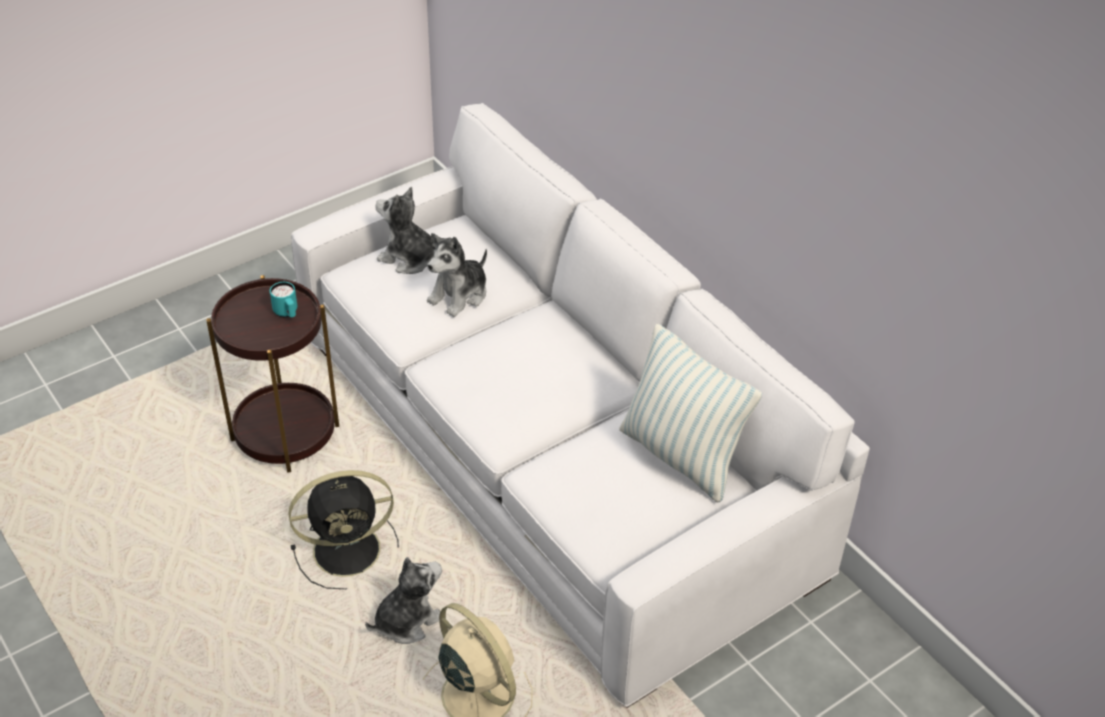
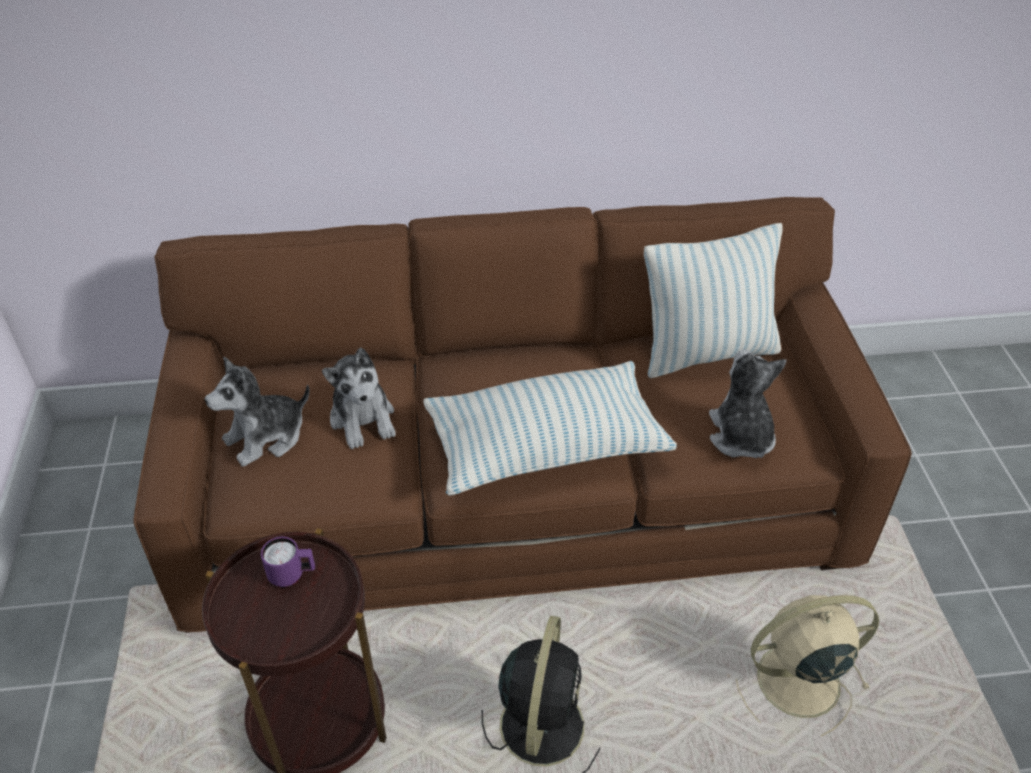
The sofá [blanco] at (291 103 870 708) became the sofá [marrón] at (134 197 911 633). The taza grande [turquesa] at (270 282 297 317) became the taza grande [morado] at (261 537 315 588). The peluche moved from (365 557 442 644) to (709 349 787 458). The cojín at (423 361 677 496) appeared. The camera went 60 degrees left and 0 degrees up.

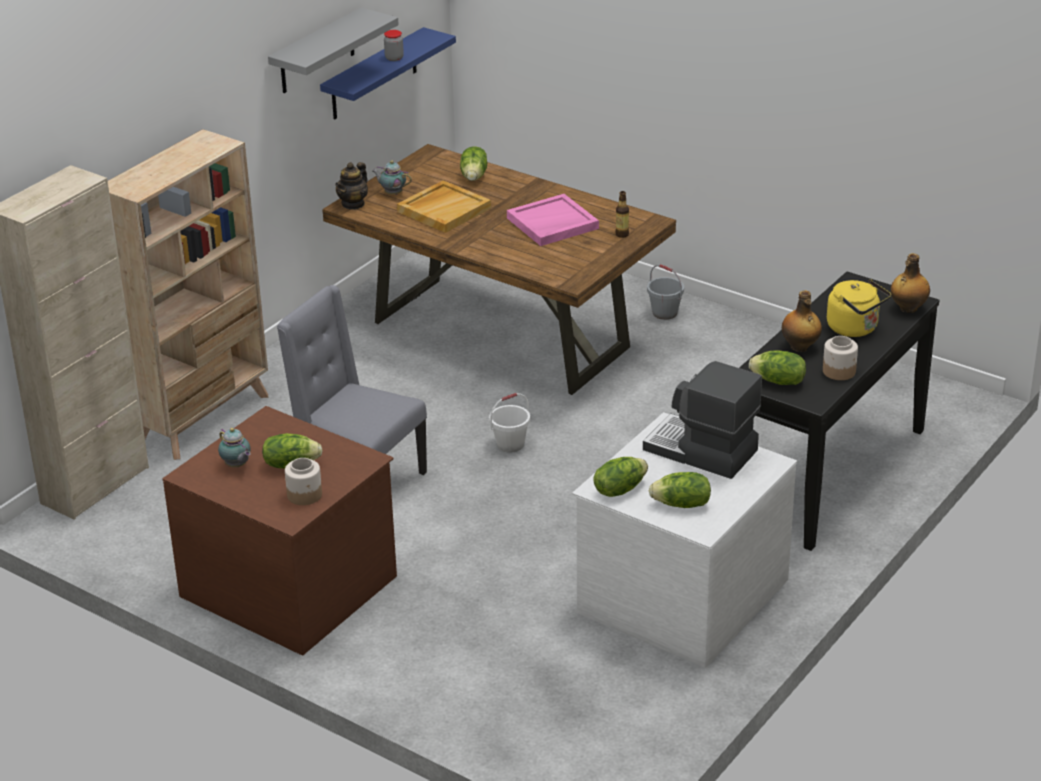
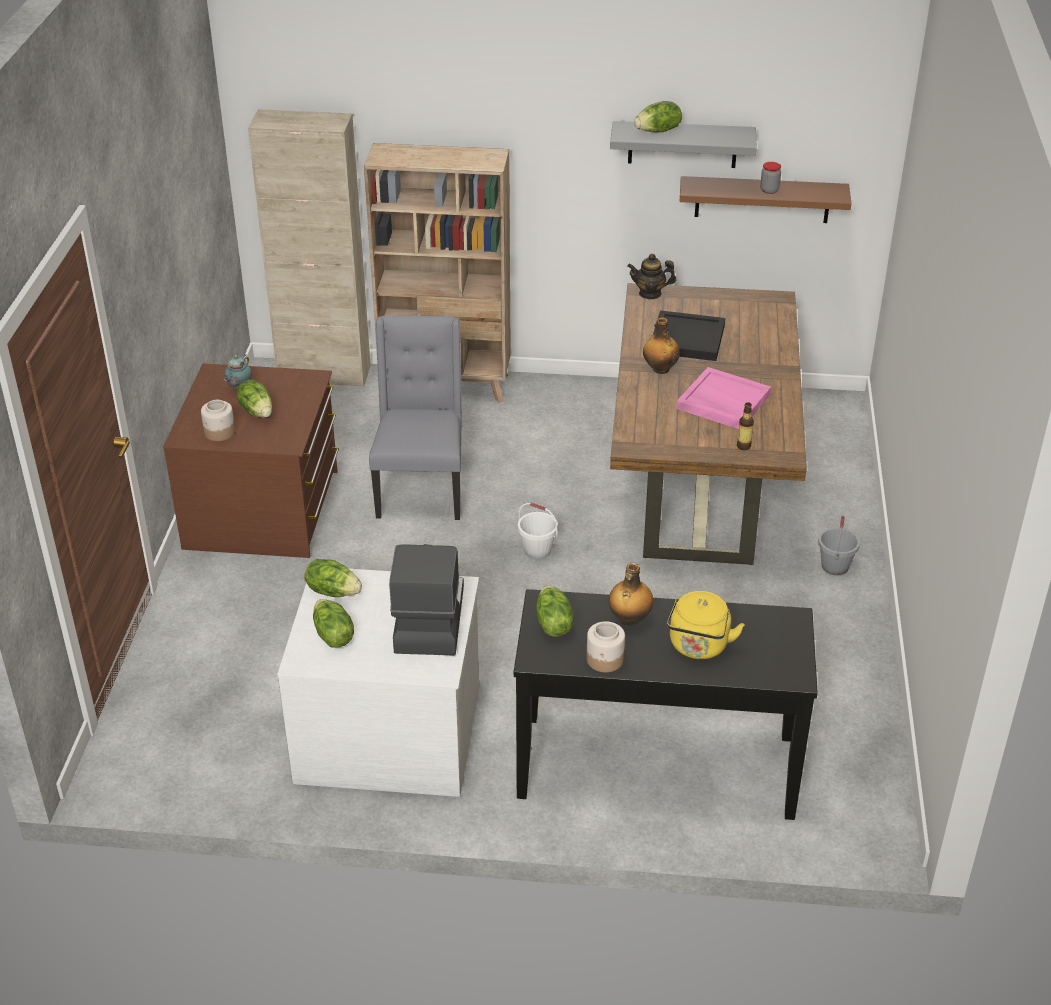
The estante [azul] at (320 27 456 119) became the estante [marrón] at (680 176 852 223). The lechuga moved from (460 146 487 181) to (634 101 682 133). The tetera at (372 160 412 195) disappeared. The bandeja [beis] at (397 180 491 233) became the bandeja [negro] at (653 310 725 361). The botella moved from (891 253 930 313) to (643 318 680 374). The camera went 60 degrees right and 5 degrees up.

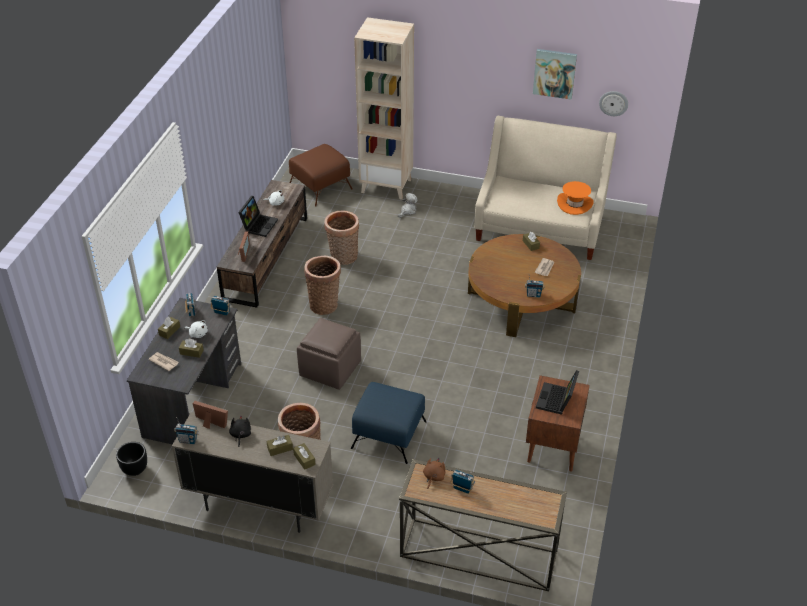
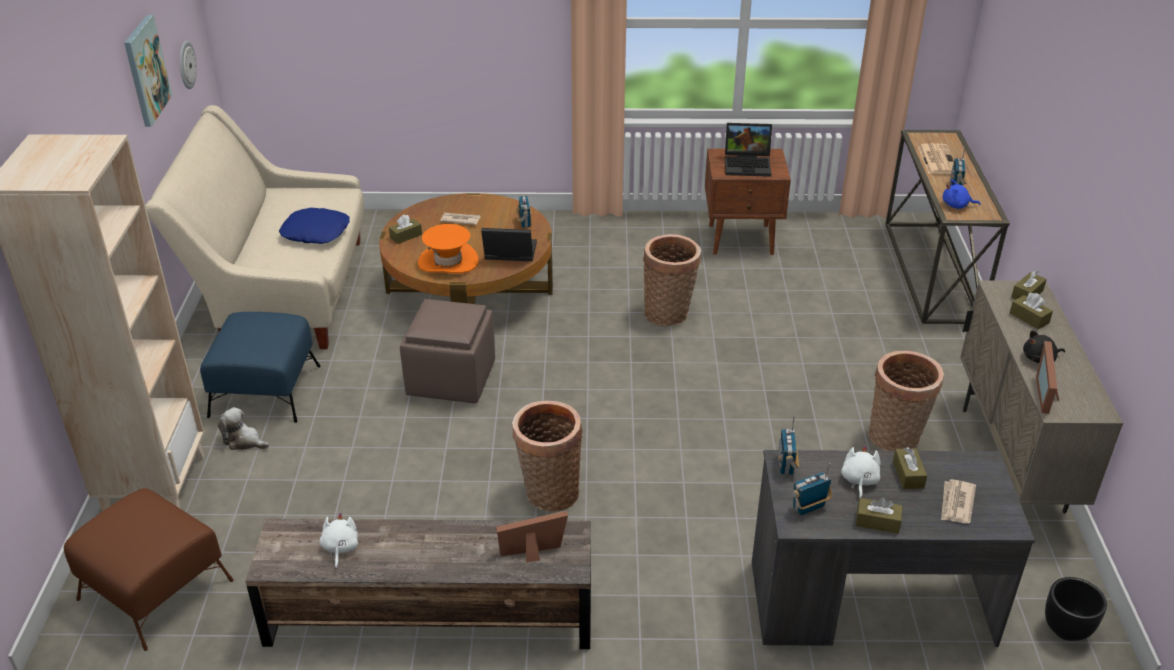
The sombrero [naranja] moved from (557 181 594 215) to (418 224 479 274). The portátil moved from (238 196 278 237) to (481 228 537 261). The cesta moved from (324 210 359 265) to (643 234 701 326). The puf [marrón] moved from (297 318 361 390) to (400 299 495 404). The puf [azul] moved from (351 382 427 464) to (200 312 321 423). The radio at (174 417 199 444) disappeared. The peluche [marrón] at (423 458 446 489) became the peluche [azul] at (943 180 981 209). The periódico at (918 143 954 174) appeared. The cojín [azul] at (279 208 350 244) appeared. The camera went 105 degrees left and 5 degrees down.

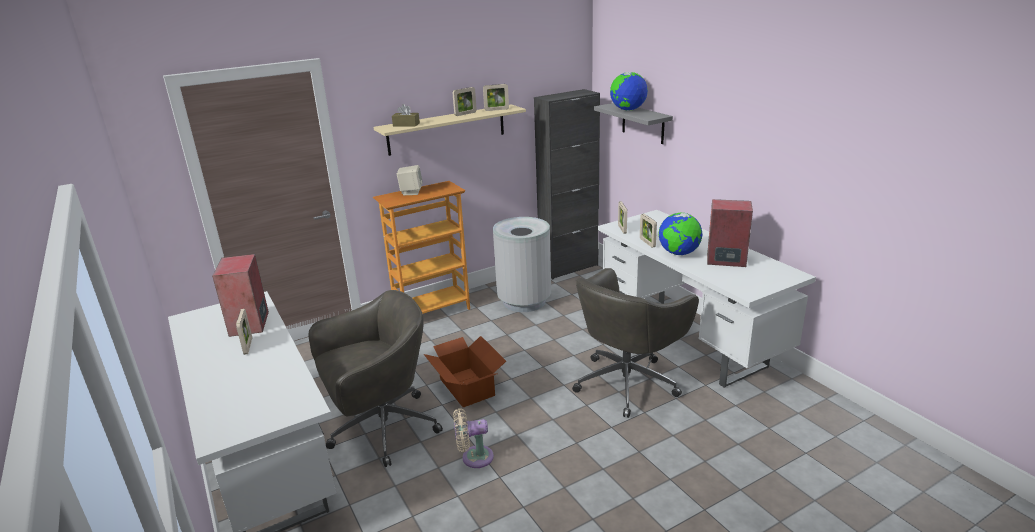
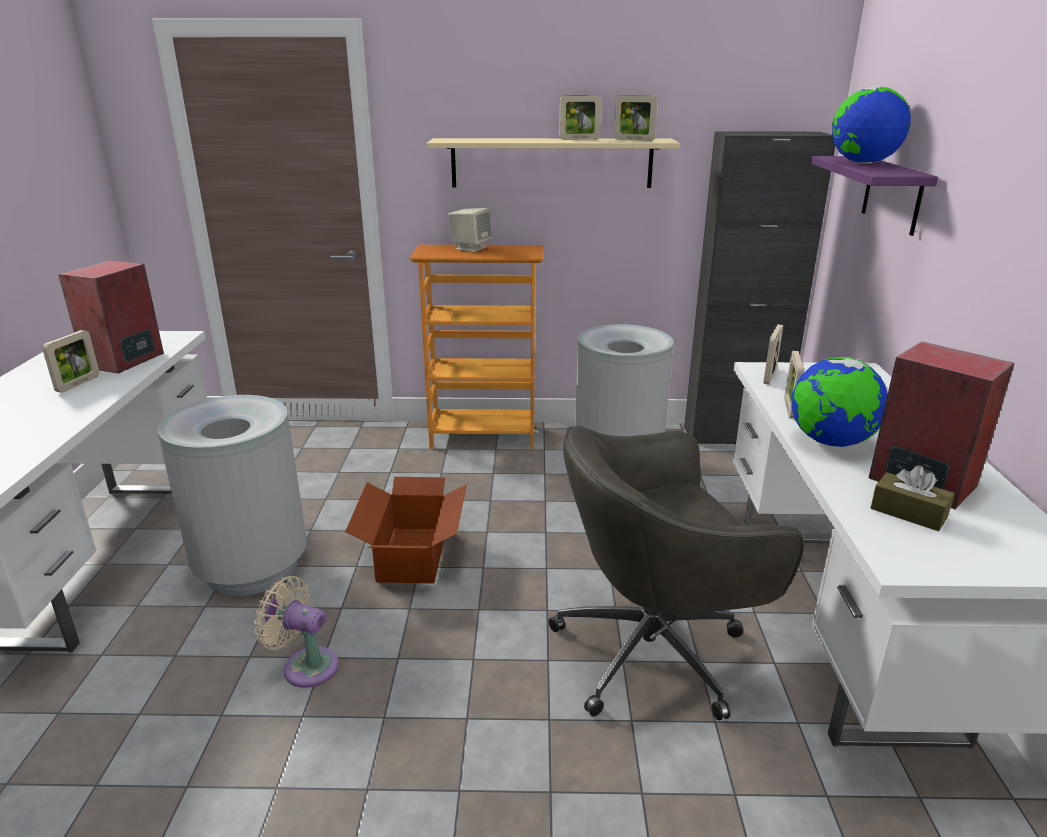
The estante [gris] at (594 103 673 144) became the estante [morado] at (811 156 938 236). The caja de pañuelos [marrón] moved from (392 104 420 127) to (871 465 955 531). The silla de oficina [gris] at (308 290 443 467) was replaced by the papelera [gris] at (157 395 307 596). The camera went 30 degrees right and 0 degrees up.

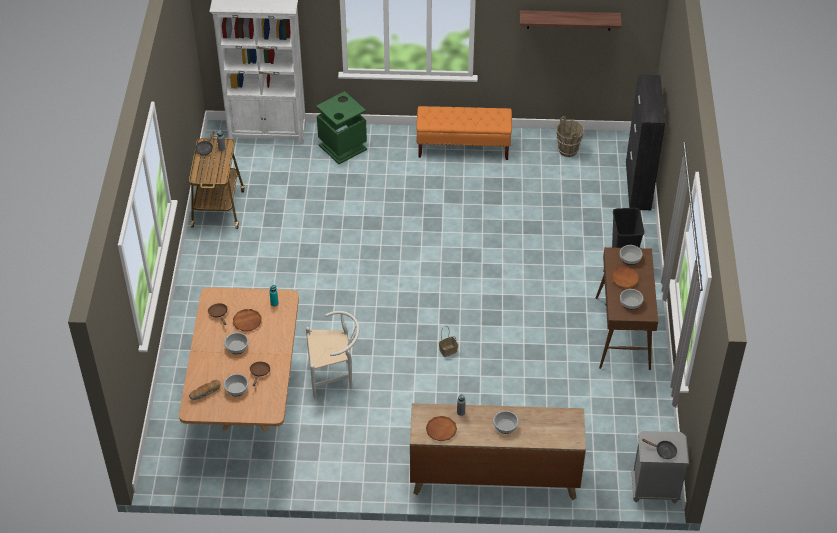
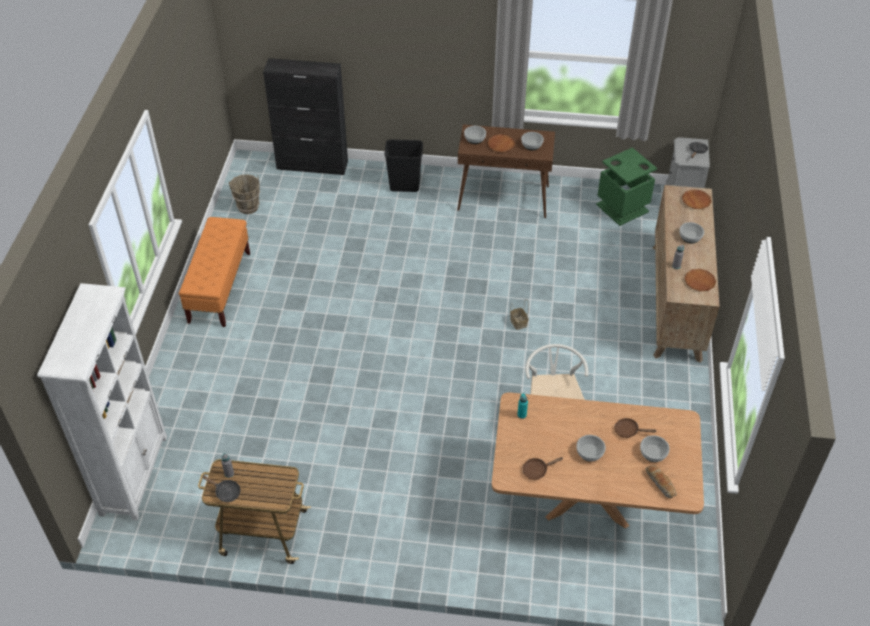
The estante at (520 10 622 31) disappeared. The papelera [verde] moved from (316 91 367 164) to (596 147 657 226). The plato [marrón] moved from (233 309 262 331) to (682 190 711 209). The camera went 85 degrees left and 0 degrees up.

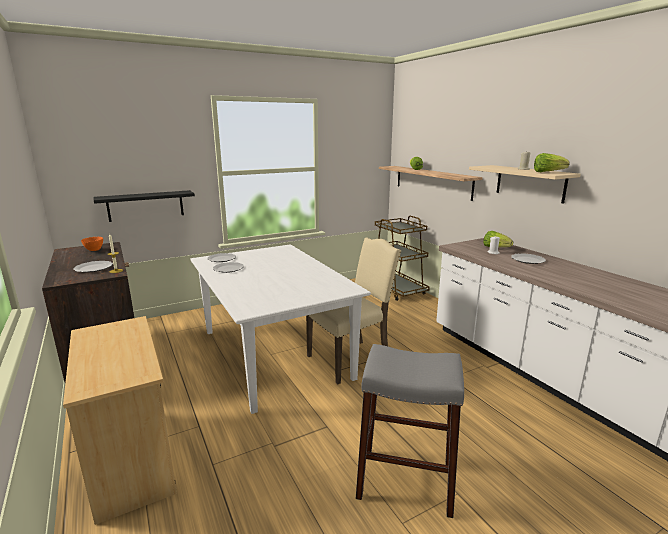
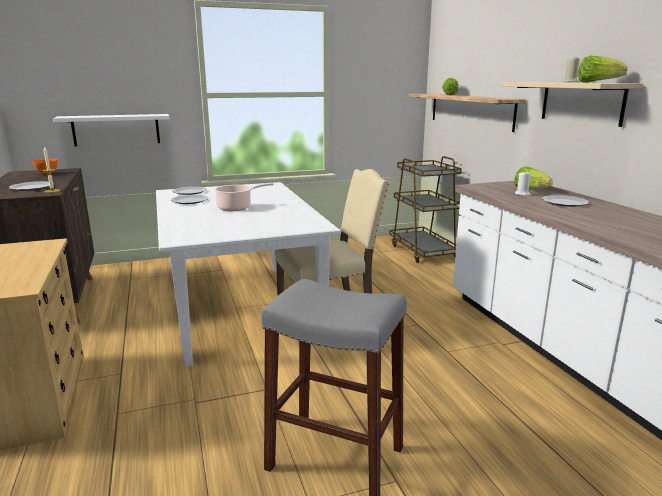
The estante [negro] at (94 190 195 222) became the estante [blanco] at (53 114 169 146). The olla at (213 183 274 211) appeared. The camera went 10 degrees right and 0 degrees up.

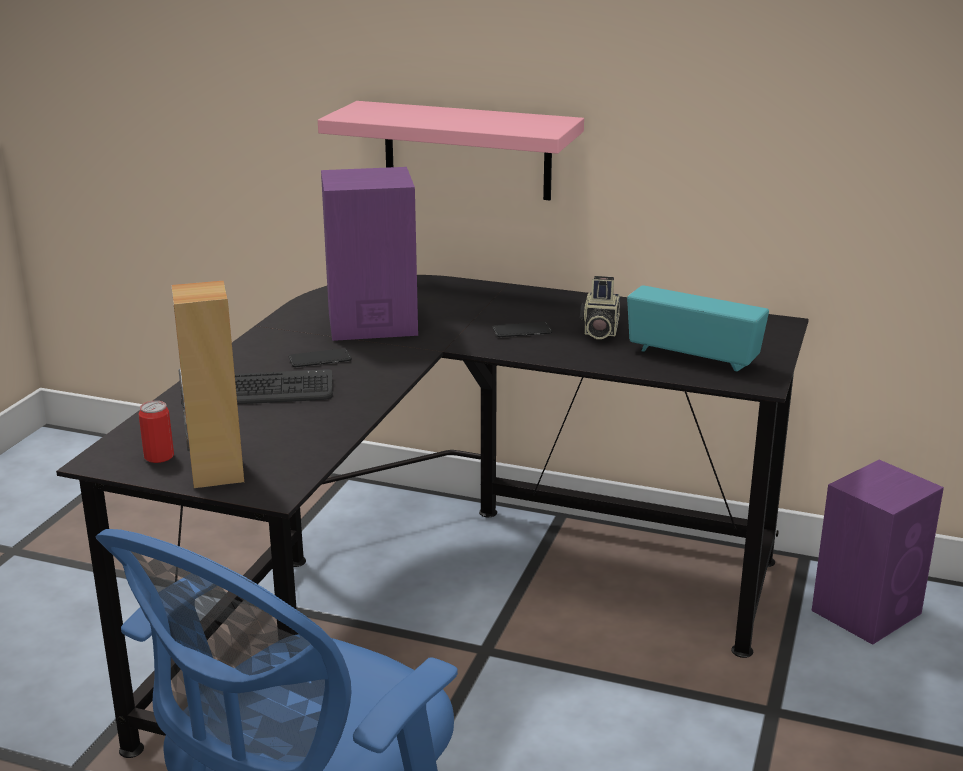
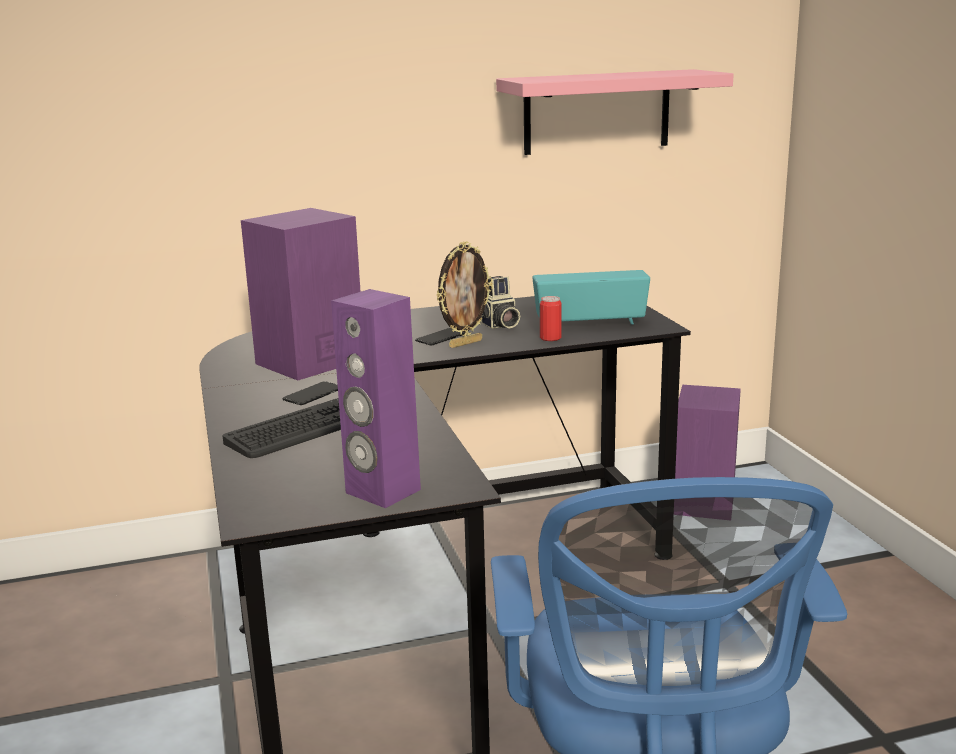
The estante [rosa] moved from (318 101 584 200) to (496 69 734 155). The altavoz [marrón] at (172 281 244 488) became the altavoz [morado] at (331 289 421 508). The lata moved from (138 401 174 463) to (540 296 562 341). The portarretratos at (436 241 493 348) appeared. The camera went 35 degrees left and 5 degrees down.

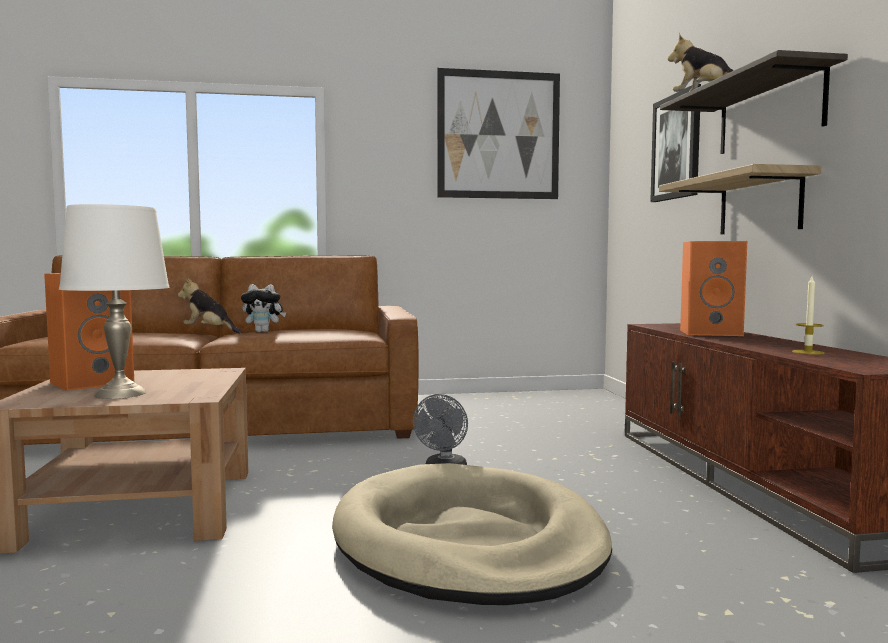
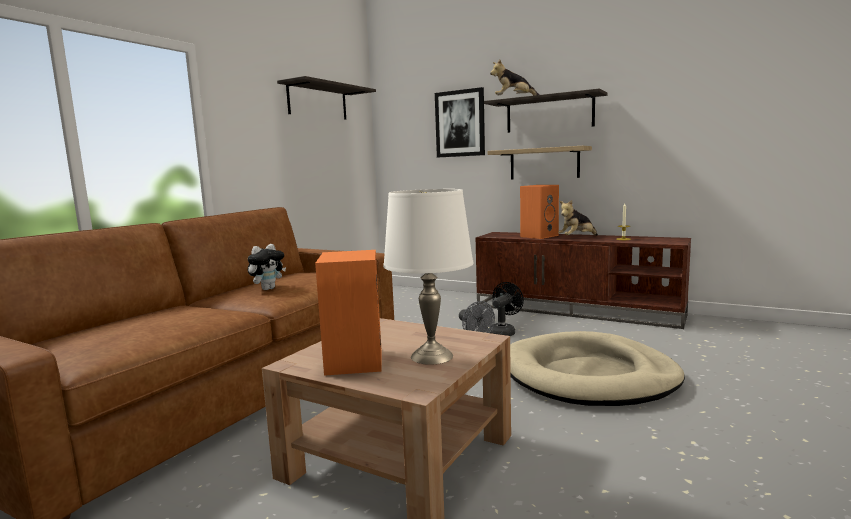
The cuadro at (437 68 560 199) was replaced by the estante at (277 76 376 119). The peluche moved from (178 277 242 334) to (558 200 598 236). The ventilador [negro] at (489 282 524 336) appeared. The camera went 50 degrees left and 5 degrees up.

